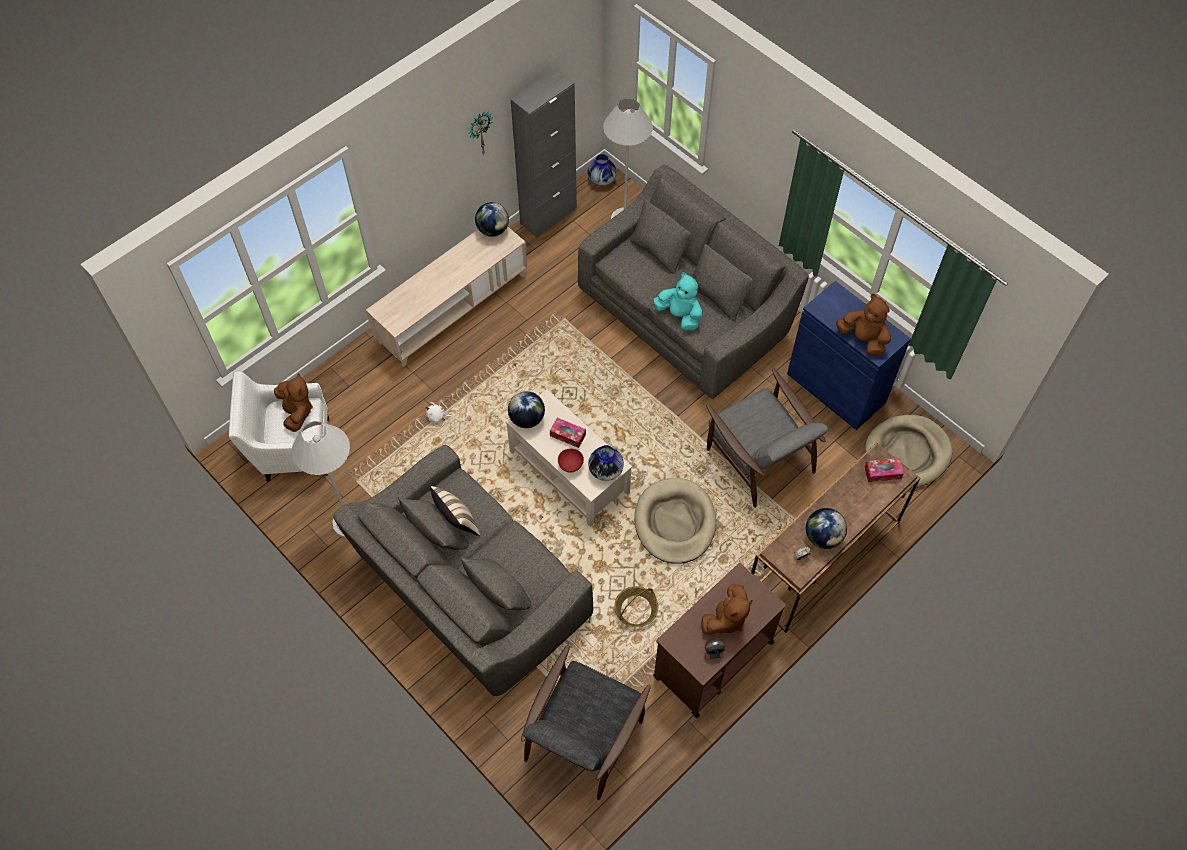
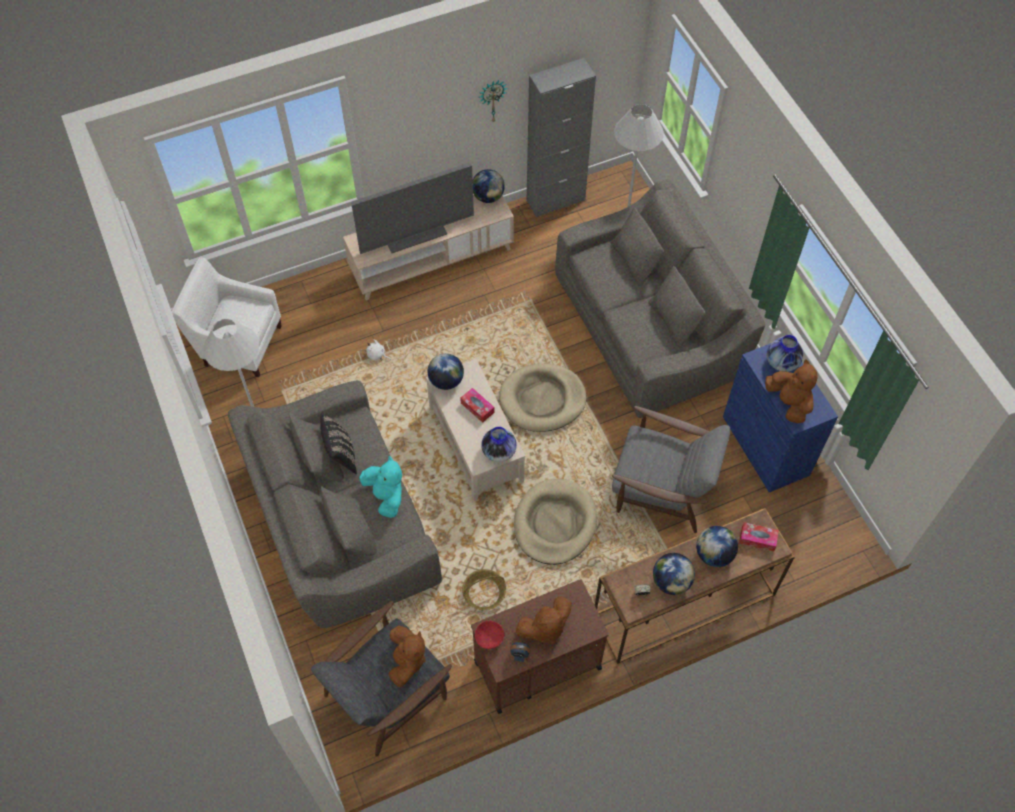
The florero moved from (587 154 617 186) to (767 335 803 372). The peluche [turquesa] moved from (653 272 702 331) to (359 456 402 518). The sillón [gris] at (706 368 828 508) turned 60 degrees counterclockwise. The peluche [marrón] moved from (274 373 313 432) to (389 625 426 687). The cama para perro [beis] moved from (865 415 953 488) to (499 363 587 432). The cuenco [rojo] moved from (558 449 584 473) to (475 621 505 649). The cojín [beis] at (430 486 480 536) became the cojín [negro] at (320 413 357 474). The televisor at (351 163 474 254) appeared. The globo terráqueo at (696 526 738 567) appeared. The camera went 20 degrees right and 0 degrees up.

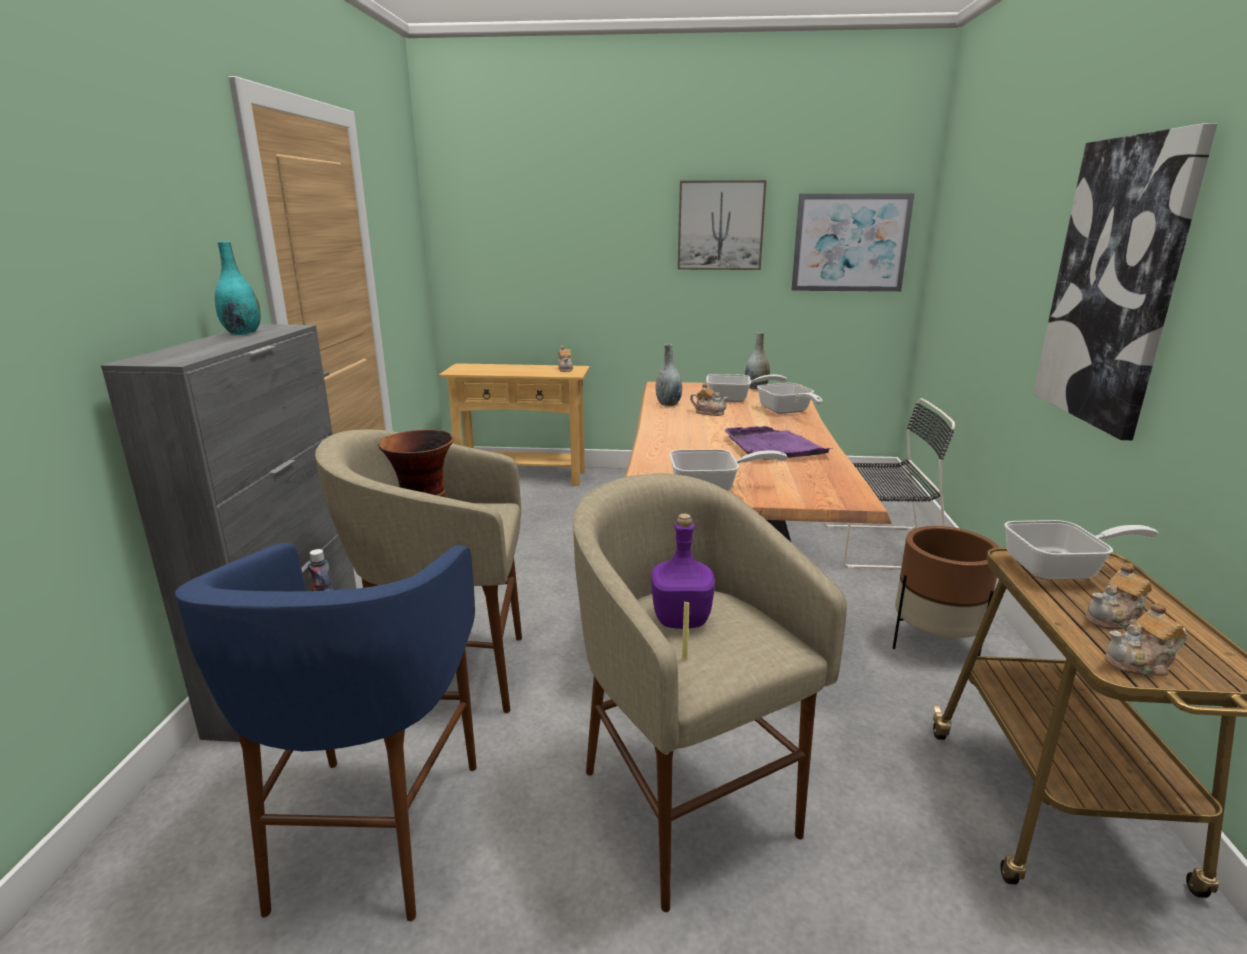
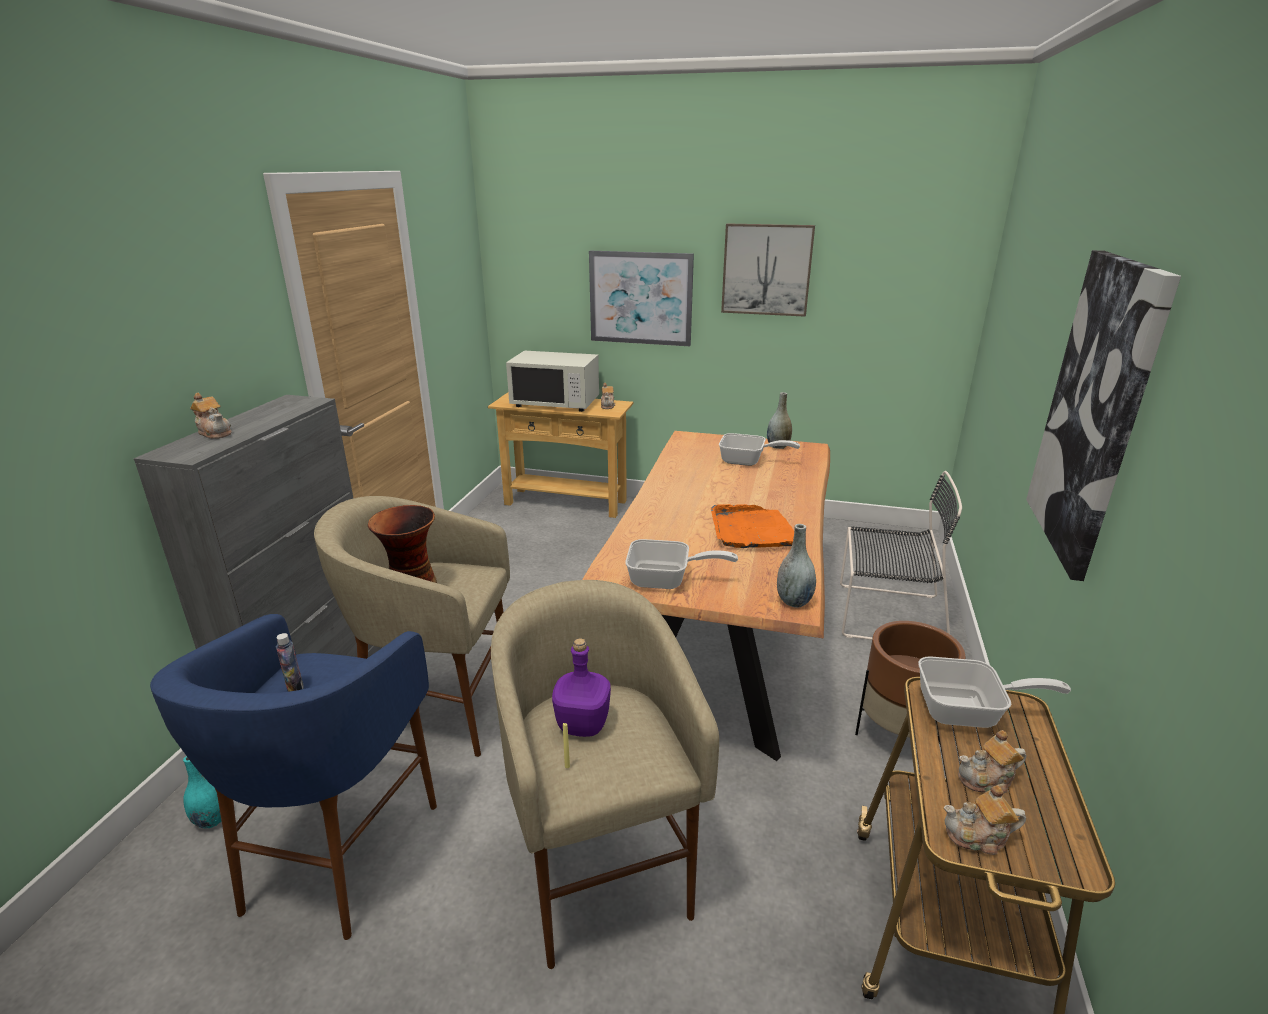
The cuadro moved from (791 193 915 292) to (589 251 694 346). The florero [turquesa] moved from (215 242 261 335) to (183 756 222 829). The florero [gris] moved from (656 344 682 406) to (777 524 816 608). The tetera moved from (690 382 729 416) to (190 393 232 439). The sartén at (757 383 823 414) disappeared. The bandeja [morado] at (724 426 832 460) became the bandeja [naranja] at (711 504 794 548). The microondas [blanco] at (506 351 599 412) appeared. The camera went 10 degrees right and 5 degrees up.

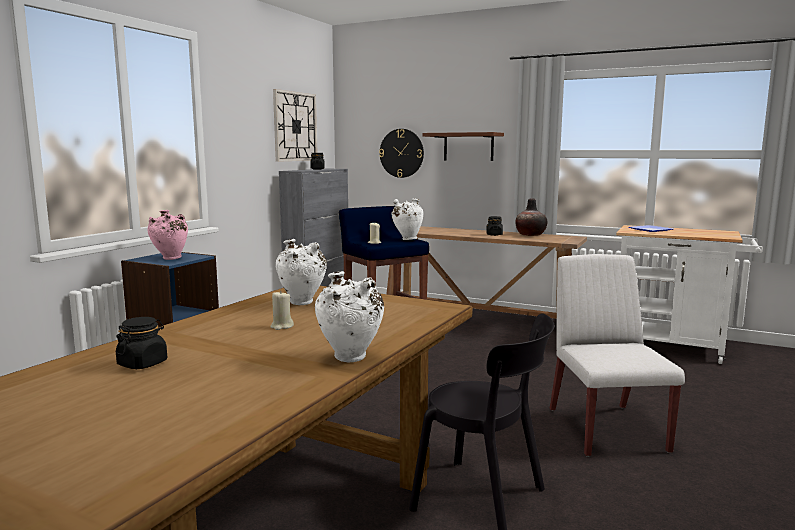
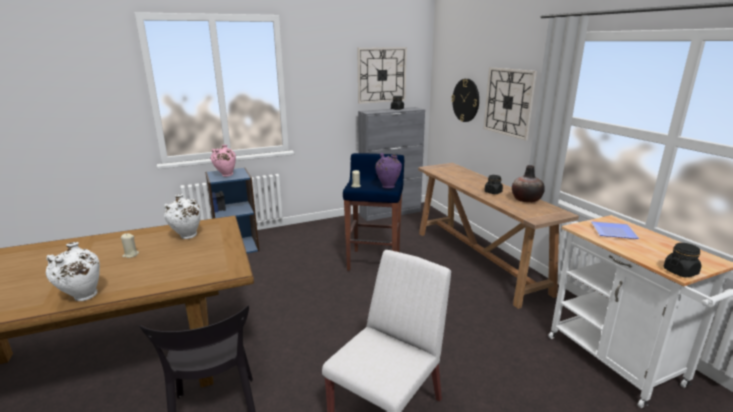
The estante [marrón] at (423 132 504 161) was replaced by the reloj de pared at (484 67 537 140). The florero [blanco] at (392 198 424 240) became the florero [morado] at (375 153 402 188). The tarro [negro] moved from (116 317 167 369) to (664 243 701 278). The camera went 40 degrees right and 10 degrees up.

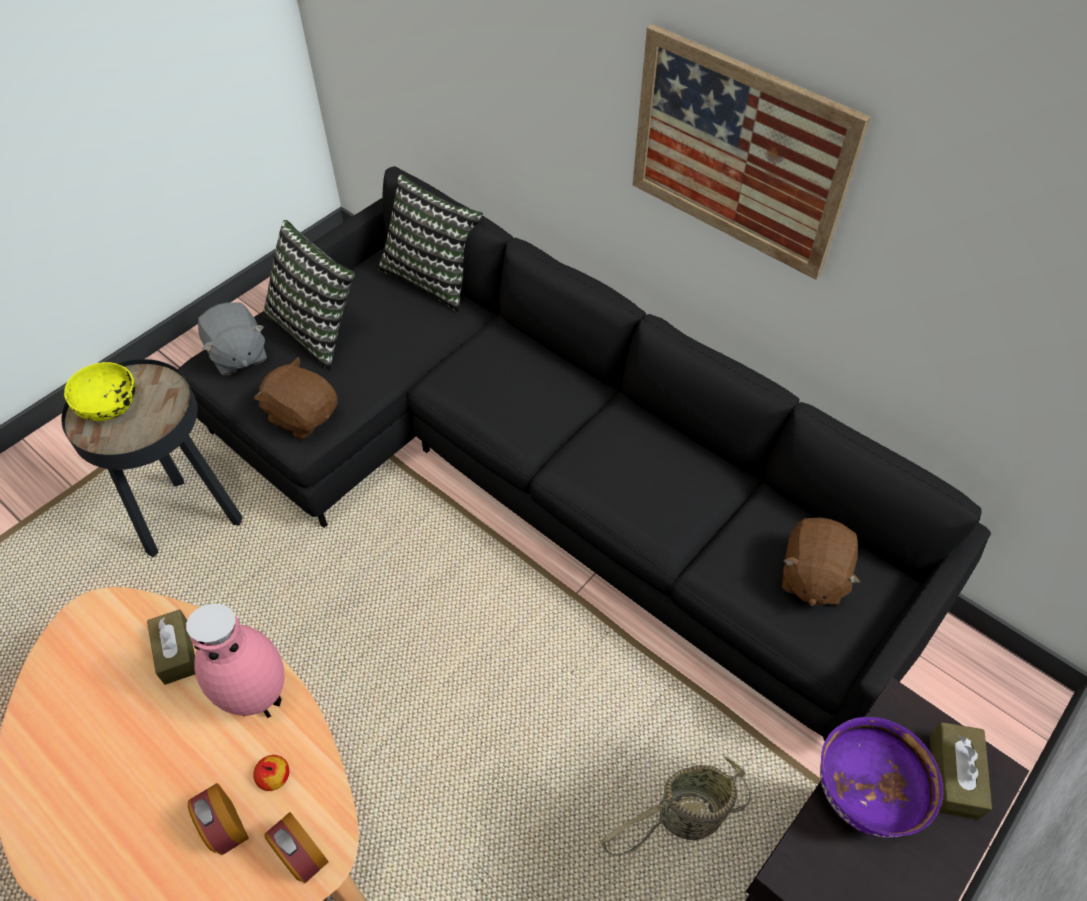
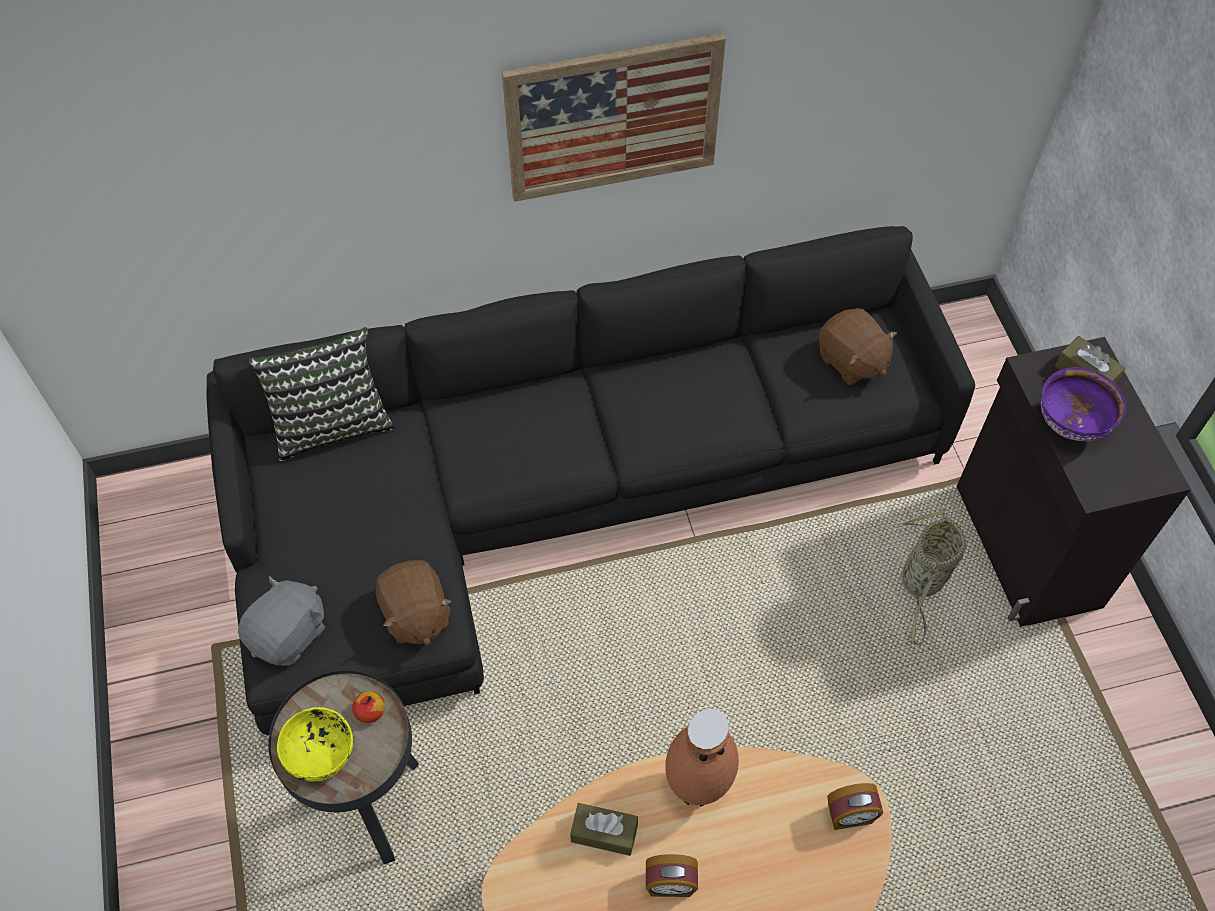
The cojín at (263 220 355 371) disappeared. The peluche [gris] at (198 302 267 376) turned 60 degrees counterclockwise. The peluche [marrón] at (254 357 338 439) turned 90 degrees counterclockwise. The florero [rosa] at (186 604 285 718) became the florero [marrón] at (665 709 739 807). The manzana moved from (253 755 289 791) to (352 691 385 723). The despertador moved from (188 783 249 855) to (646 854 698 897). The camera went 55 degrees left and 5 degrees up.

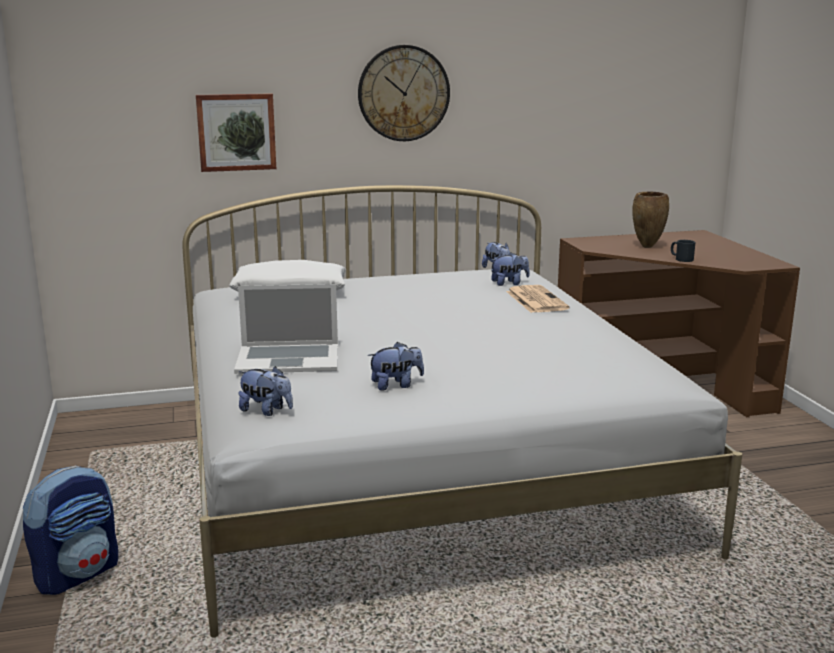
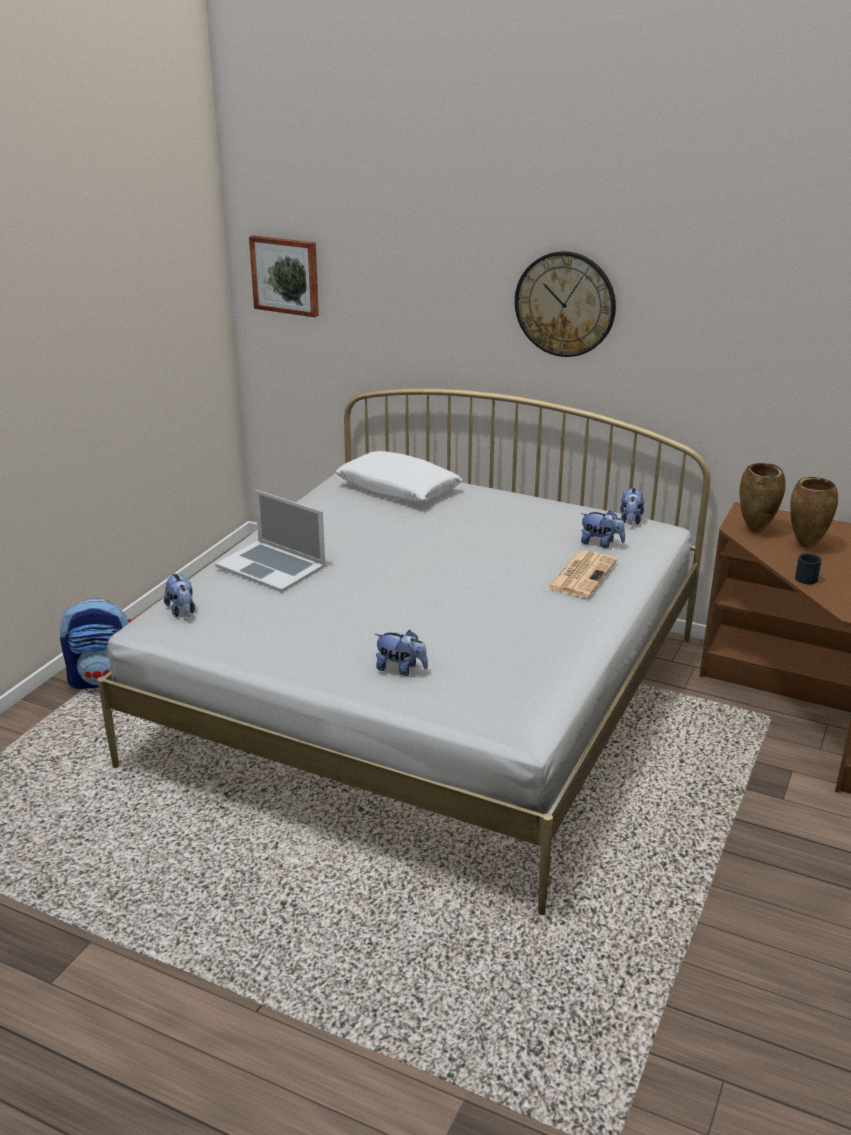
The cuadro moved from (196 93 276 172) to (249 235 319 317). The peluche moved from (368 342 424 391) to (375 630 428 676). The florero [marrón] at (739 463 786 532) appeared. The camera went 40 degrees right and 10 degrees up.

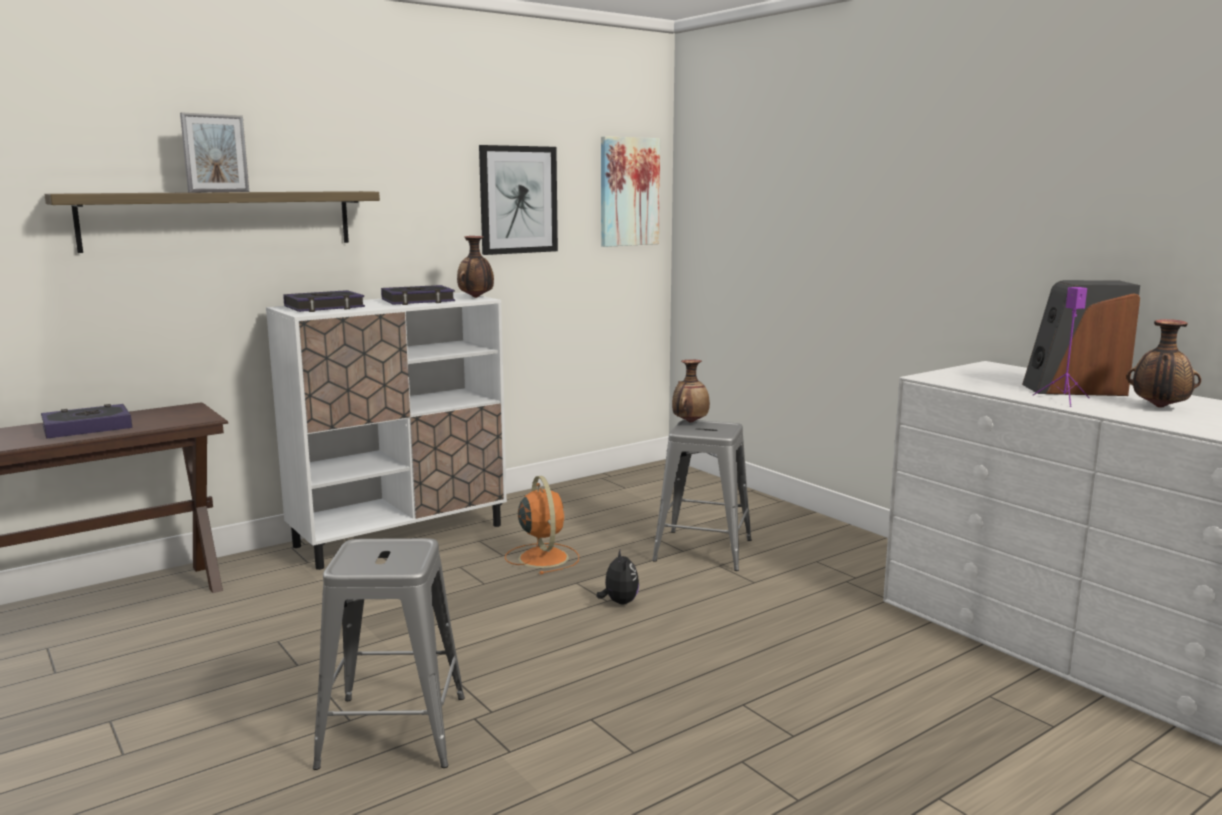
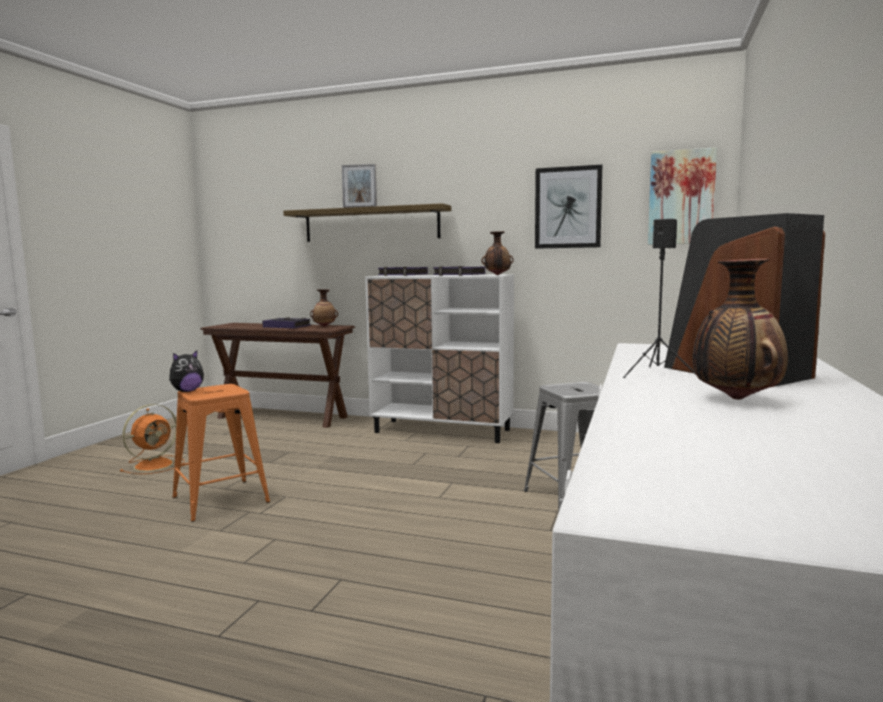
The altavoz [morado] at (1033 287 1090 407) became the altavoz [negro] at (623 219 697 378). The florero moved from (672 360 710 423) to (310 289 338 327). The ventilador [naranja] moved from (505 476 579 574) to (120 404 184 474). The taburete [gris] at (313 538 465 770) became the taburete [naranja] at (172 384 270 522). The peluche moved from (597 550 639 604) to (169 350 204 392). The camera went 55 degrees right and 5 degrees down.

